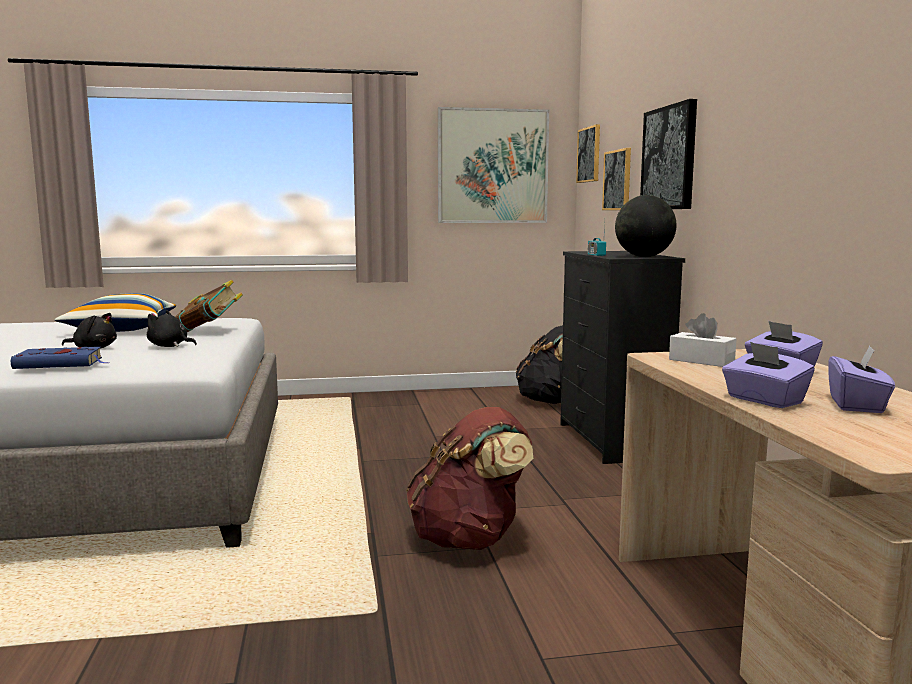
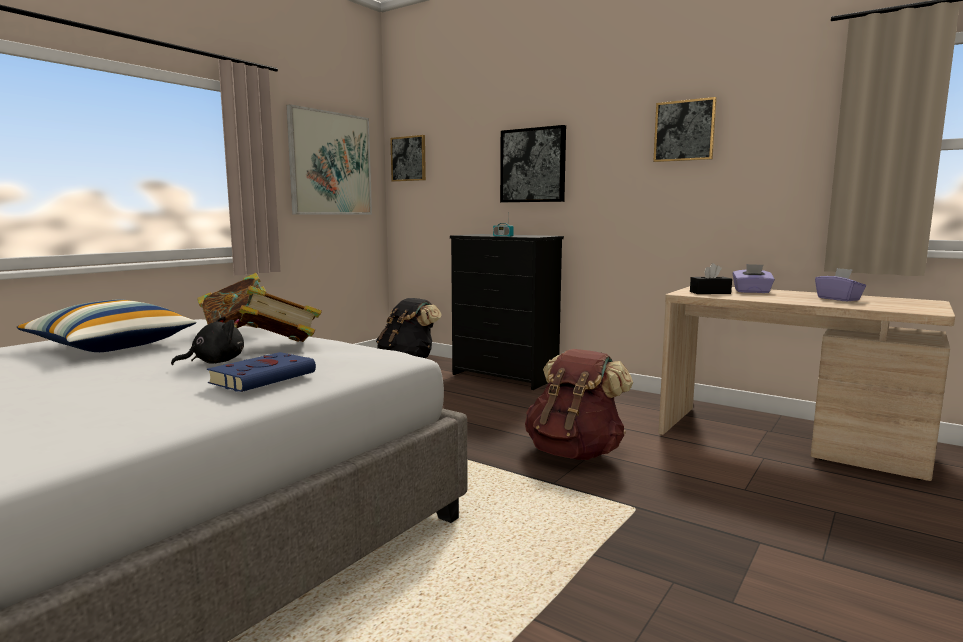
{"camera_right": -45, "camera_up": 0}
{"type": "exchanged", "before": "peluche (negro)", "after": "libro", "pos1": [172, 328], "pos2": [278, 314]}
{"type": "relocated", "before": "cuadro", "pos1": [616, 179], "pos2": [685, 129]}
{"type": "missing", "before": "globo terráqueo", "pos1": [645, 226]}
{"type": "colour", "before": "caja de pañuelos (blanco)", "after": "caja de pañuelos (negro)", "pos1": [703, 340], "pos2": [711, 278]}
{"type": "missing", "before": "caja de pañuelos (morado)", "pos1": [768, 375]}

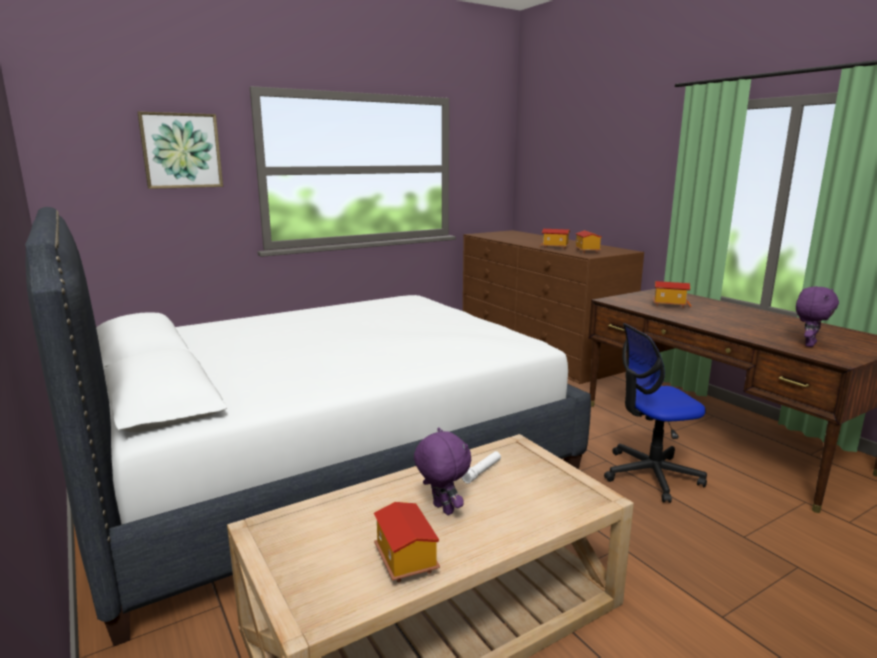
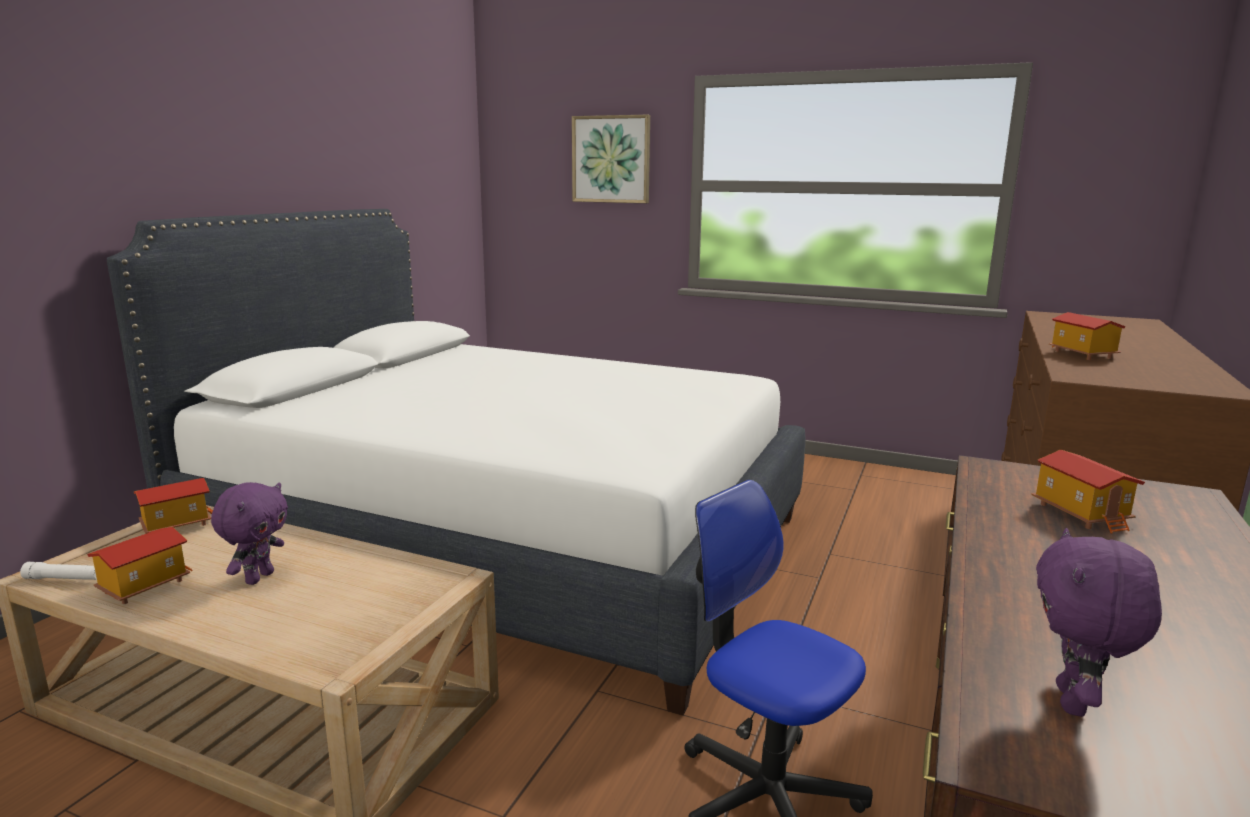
{"camera_right": 55, "camera_up": 0}
{"type": "relocated", "before": "linterna (blanco)", "pos1": [481, 467], "pos2": [58, 571]}
{"type": "relocated", "before": "casita", "pos1": [588, 241], "pos2": [173, 506]}
{"type": "spun", "before": "peluche (morado)", "pos1": [817, 316], "pos2": [1099, 622], "turn": 105}

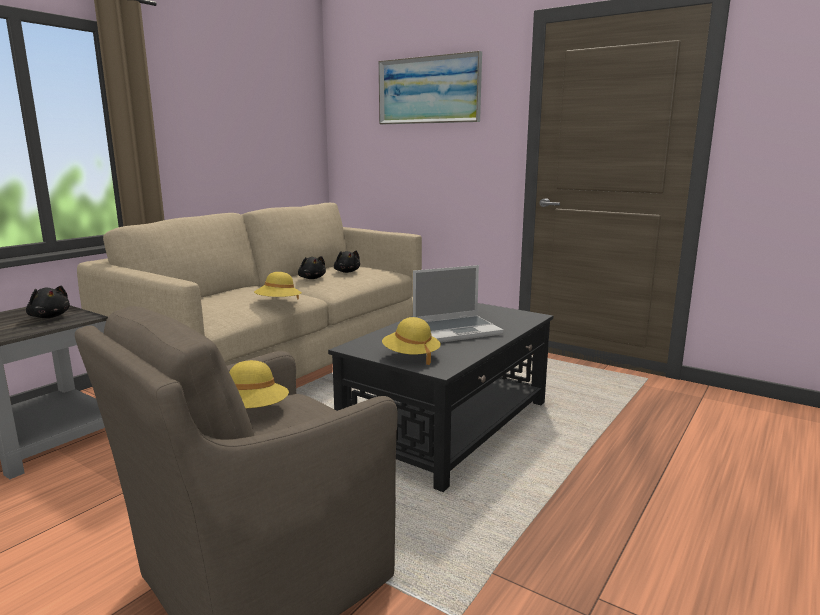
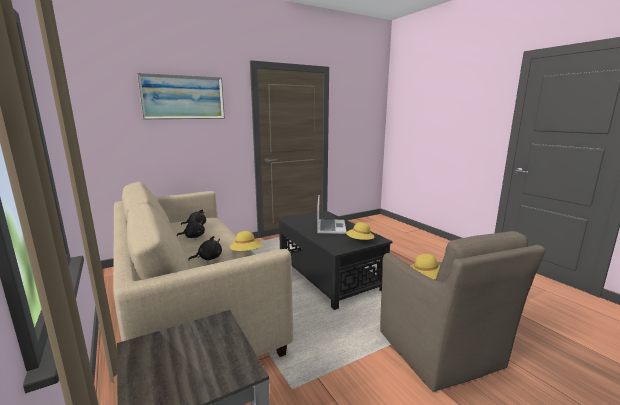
{"camera_right": -65, "camera_up": 0}
{"type": "relocated", "before": "peluche (negro)", "pos1": [48, 302], "pos2": [205, 248]}

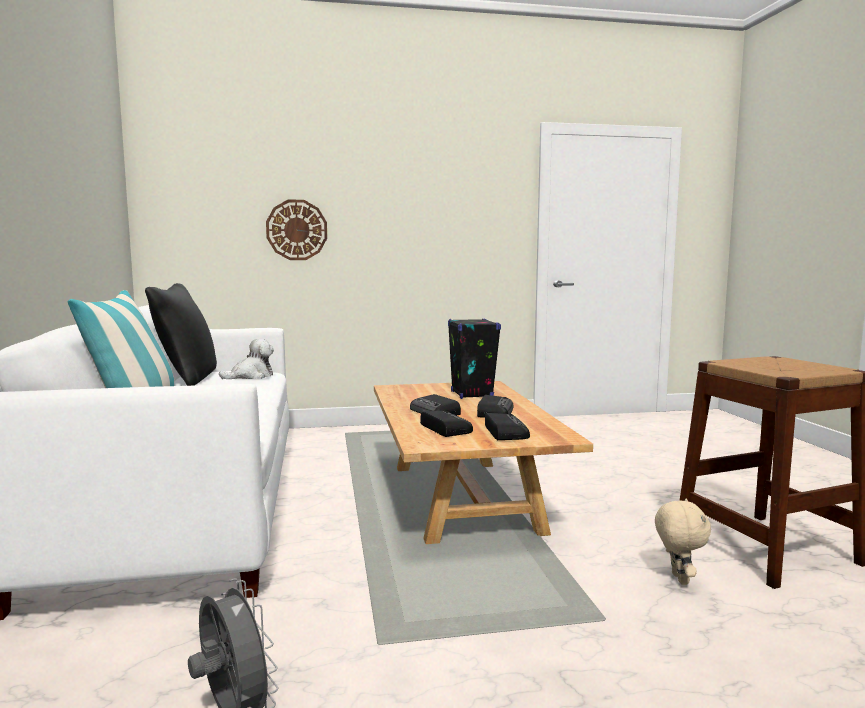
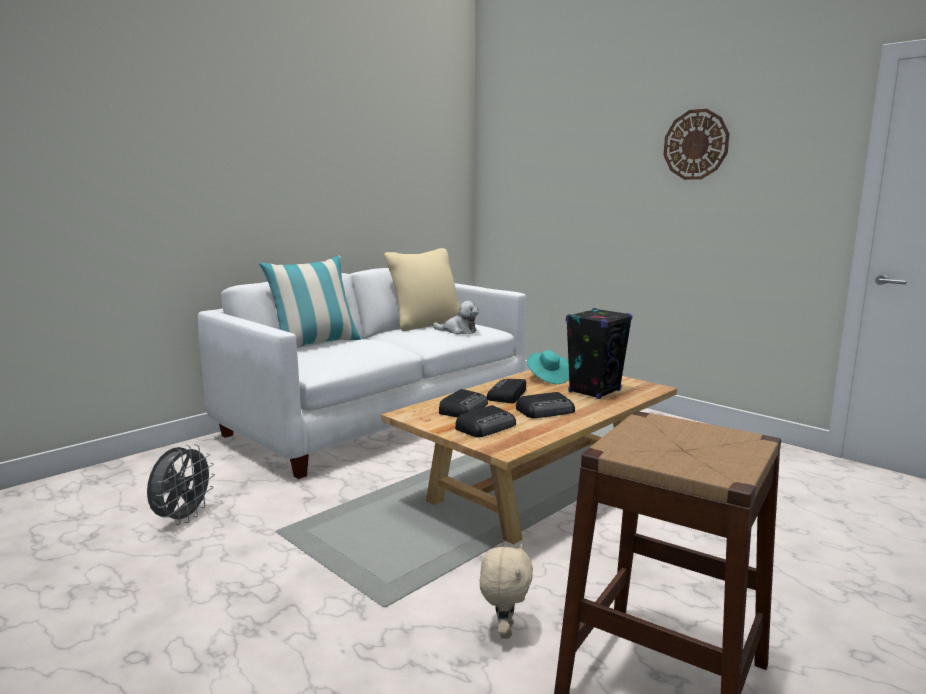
{"camera_right": 55, "camera_up": 5}
{"type": "colour", "before": "cojín (negro)", "after": "cojín (beis)", "pos1": [181, 334], "pos2": [422, 289]}
{"type": "relocated", "before": "reloj de pared", "pos1": [296, 230], "pos2": [696, 144]}
{"type": "spun", "before": "peluche (beis)", "pos1": [683, 542], "pos2": [506, 591], "turn": -45}
{"type": "appeared", "after": "sombrero (turquesa)", "pos2": [548, 367]}

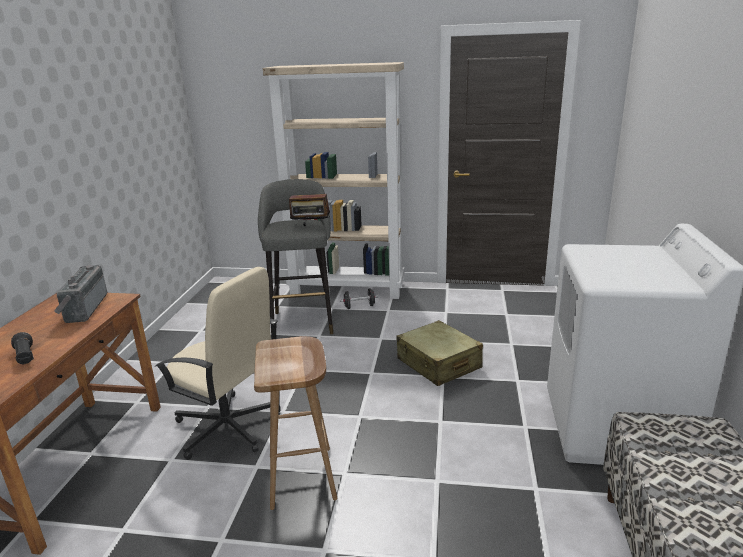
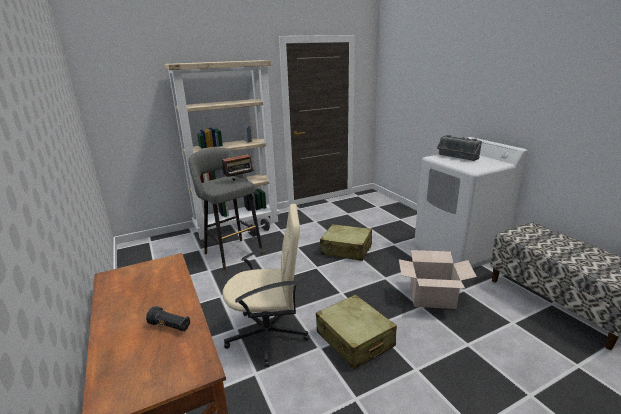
{"camera_right": -35, "camera_up": 0}
{"type": "relocated", "before": "radio", "pos1": [80, 294], "pos2": [459, 148]}
{"type": "exchanged", "before": "taburete (marrón)", "after": "maleta (beis)", "pos1": [295, 423], "pos2": [356, 331]}
{"type": "appeared", "after": "caja de cartón", "pos2": [438, 279]}

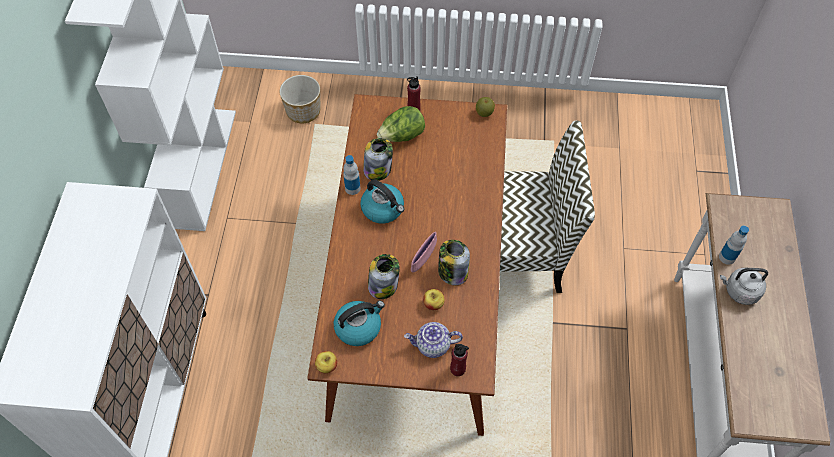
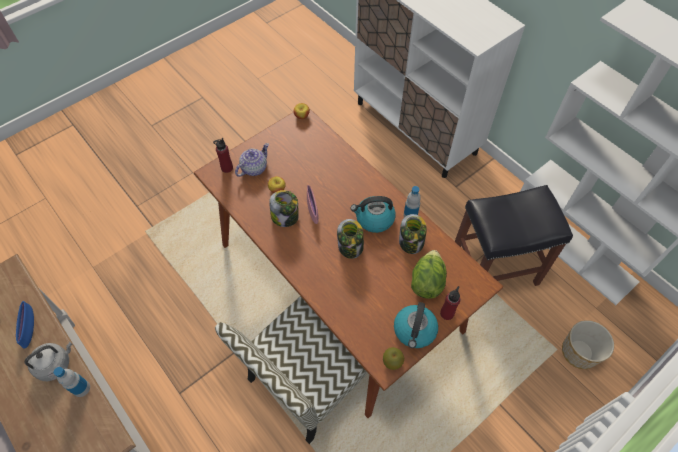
{"camera_right": 135, "camera_up": 0}
{"type": "relocated", "before": "hervidor", "pos1": [359, 323], "pos2": [416, 325]}
{"type": "relocated", "before": "tarro", "pos1": [384, 276], "pos2": [350, 239]}
{"type": "appeared", "after": "cuenco (azul)", "pos2": [25, 325]}
{"type": "appeared", "after": "taburete (negro)", "pos2": [514, 235]}

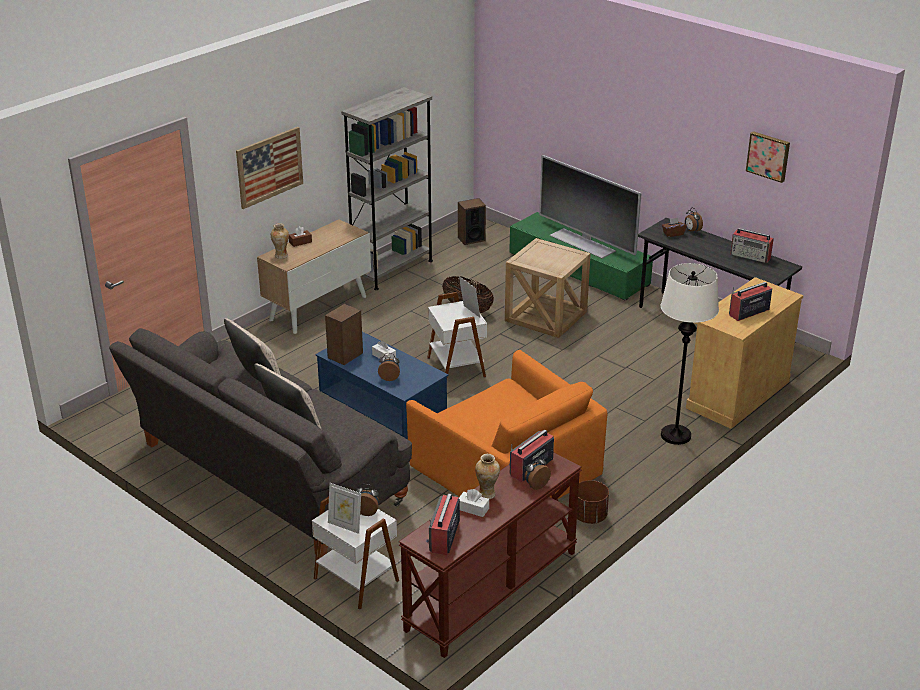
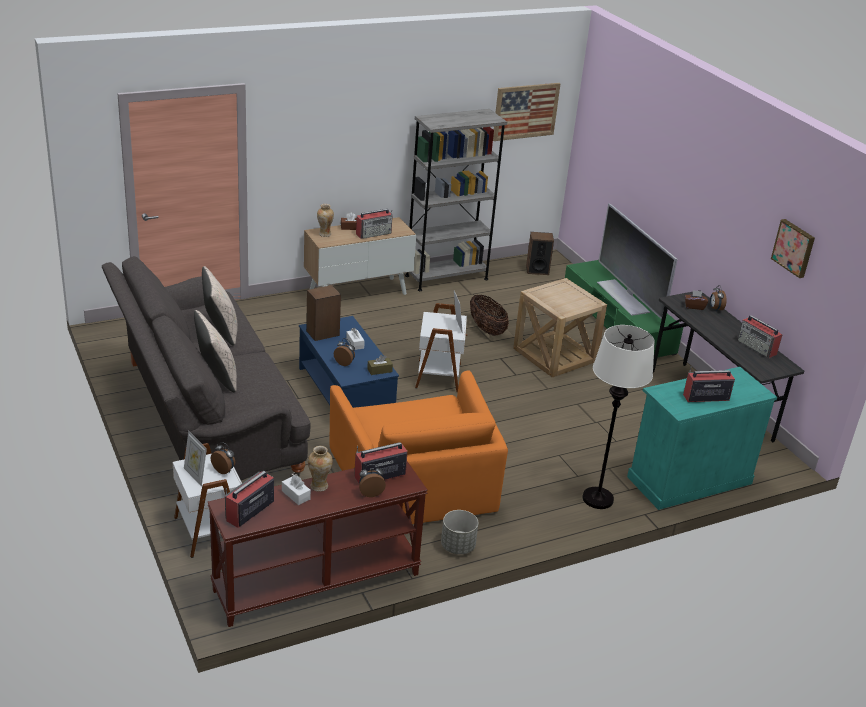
{"camera_right": 20, "camera_up": 0}
{"type": "relocated", "before": "cuadro", "pos1": [269, 168], "pos2": [527, 112]}
{"type": "colour", "before": "maceta (marrón)", "after": "maceta (gris)", "pos1": [593, 502], "pos2": [459, 532]}
{"type": "colour", "before": "armario (beis)", "after": "armario (turquesa)", "pos1": [744, 353], "pos2": [702, 438]}
{"type": "appeared", "after": "radio", "pos2": [374, 224]}
{"type": "appeared", "after": "caja de pañuelos (marrón)", "pos2": [380, 365]}

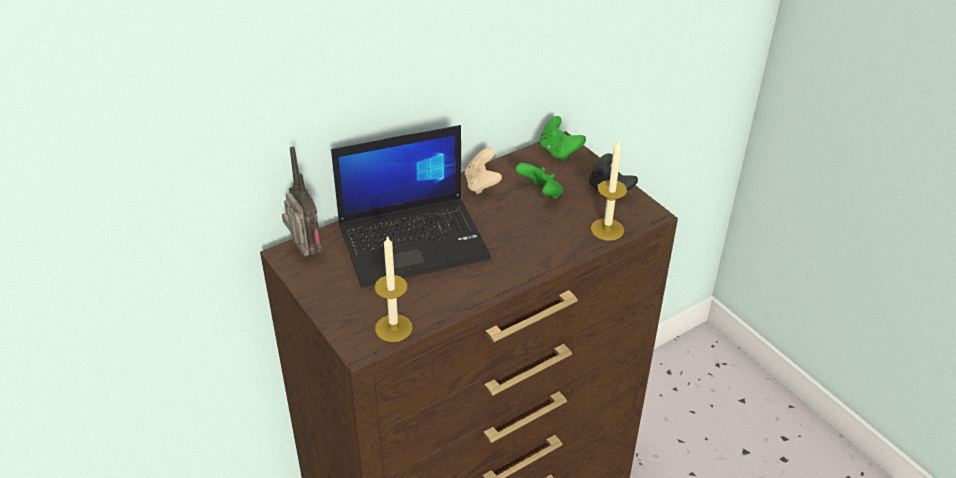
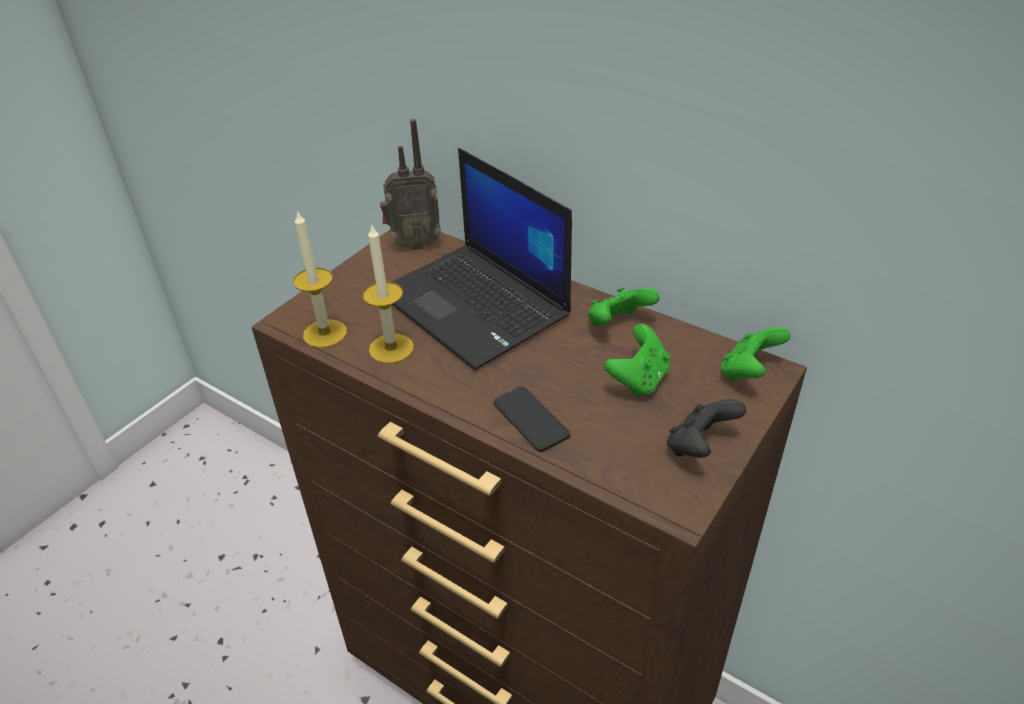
{"camera_right": 70, "camera_up": 0}
{"type": "spun", "before": "radio", "pos1": [302, 201], "pos2": [410, 184], "turn": 45}
{"type": "colour", "before": "mando de consola (beis)", "after": "mando de consola (verde)", "pos1": [483, 171], "pos2": [624, 306]}
{"type": "relocated", "before": "vela", "pos1": [609, 190], "pos2": [388, 293]}
{"type": "appeared", "after": "móvil", "pos2": [531, 419]}

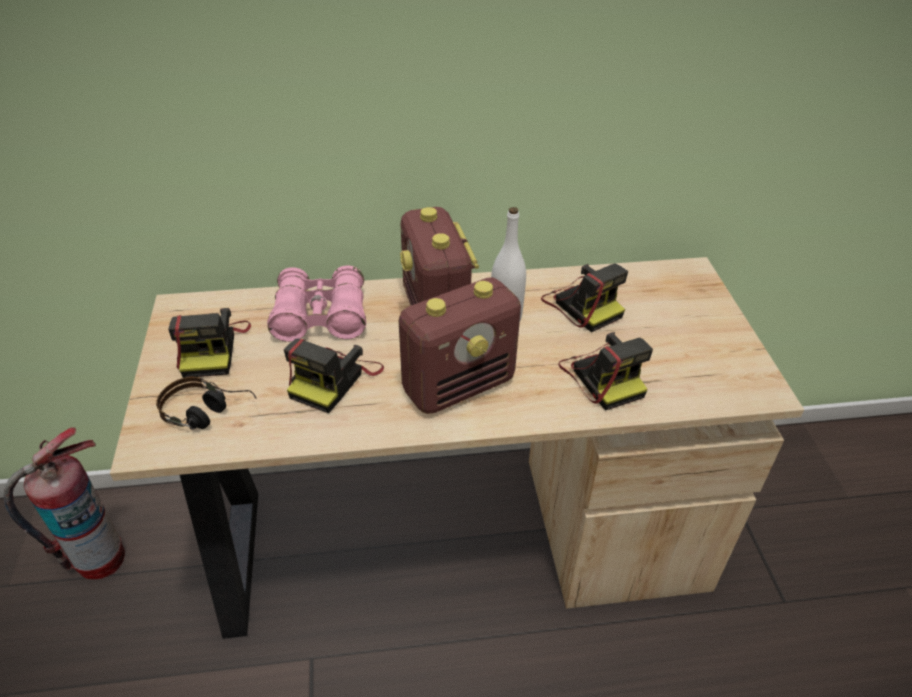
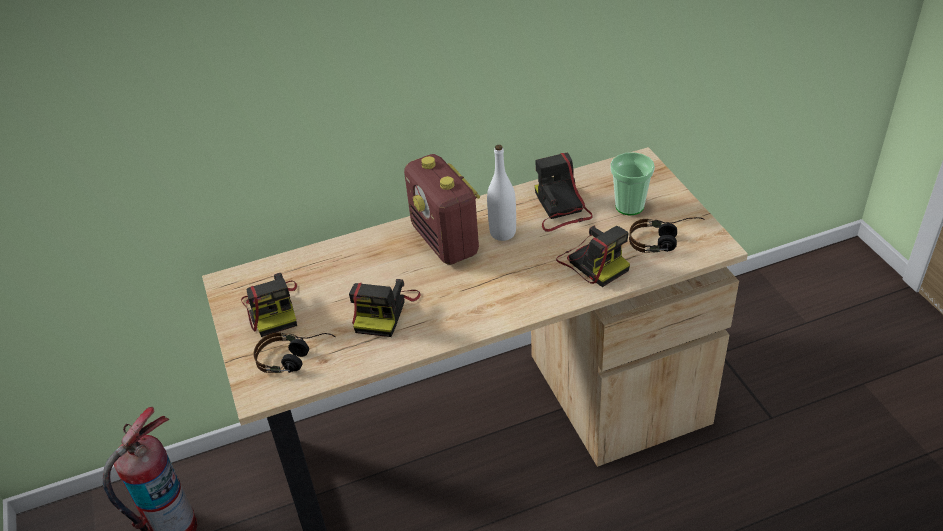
{"camera_right": -10, "camera_up": 0}
{"type": "missing", "before": "prismáticos (rosa)", "pos1": [316, 303]}
{"type": "missing", "before": "radio", "pos1": [459, 345]}
{"type": "spun", "before": "cámara", "pos1": [584, 297], "pos2": [563, 192], "turn": -150}
{"type": "appeared", "after": "taza", "pos2": [632, 183]}
{"type": "appeared", "after": "auriculares", "pos2": [667, 235]}

